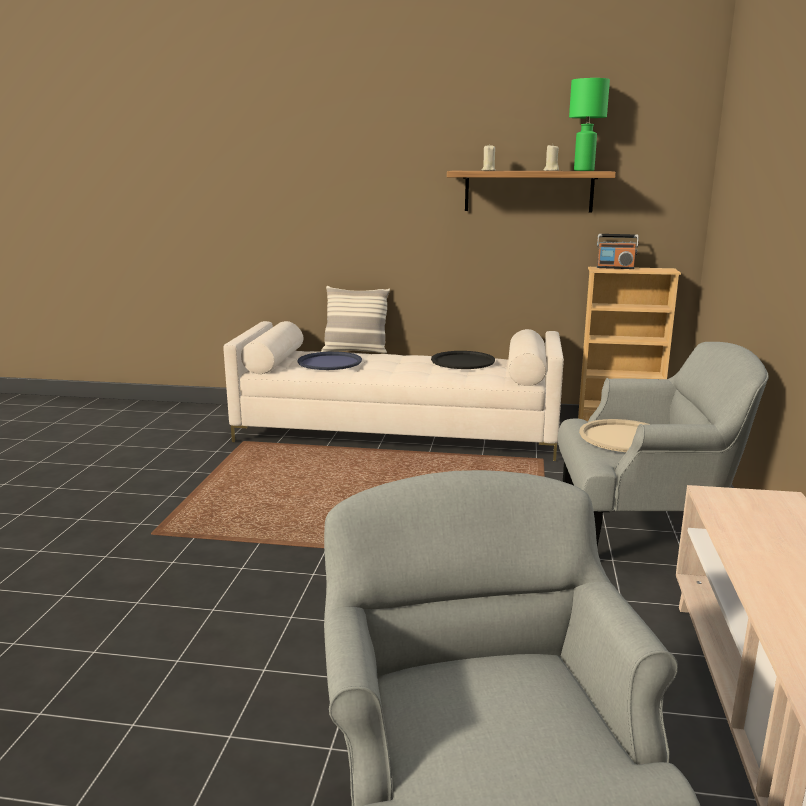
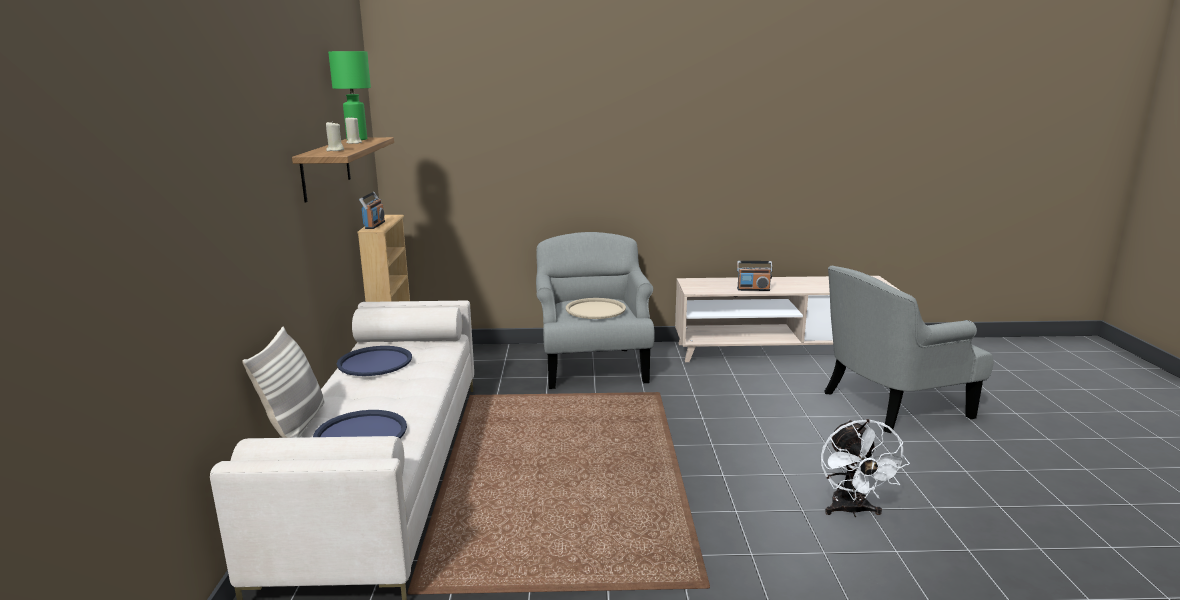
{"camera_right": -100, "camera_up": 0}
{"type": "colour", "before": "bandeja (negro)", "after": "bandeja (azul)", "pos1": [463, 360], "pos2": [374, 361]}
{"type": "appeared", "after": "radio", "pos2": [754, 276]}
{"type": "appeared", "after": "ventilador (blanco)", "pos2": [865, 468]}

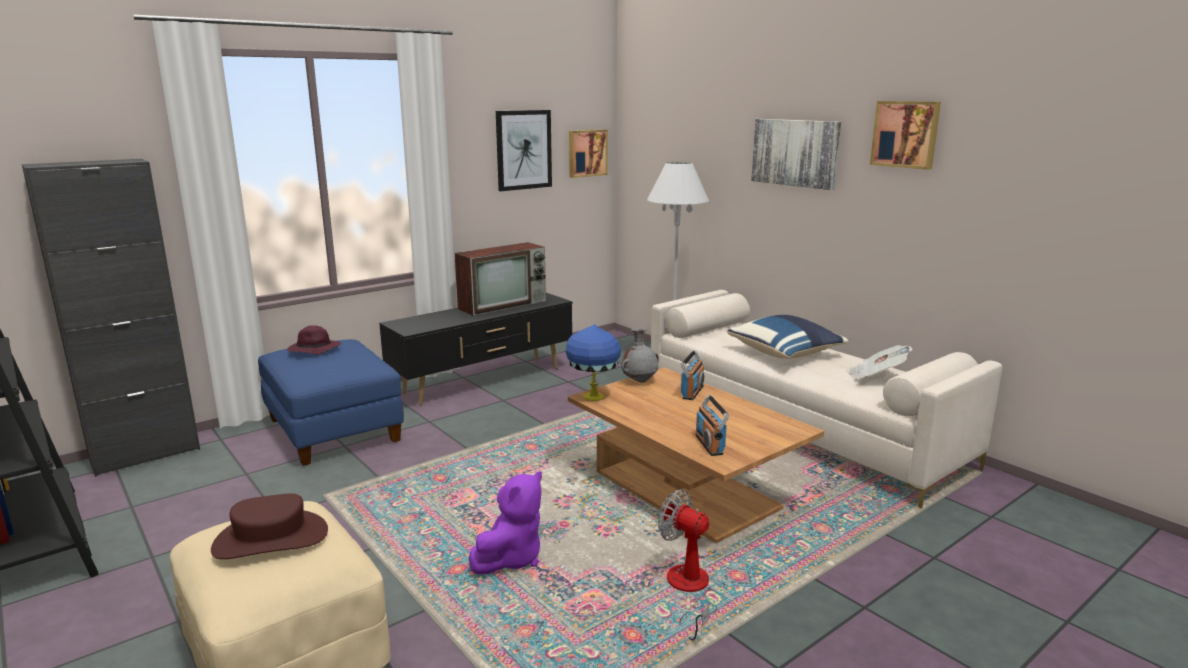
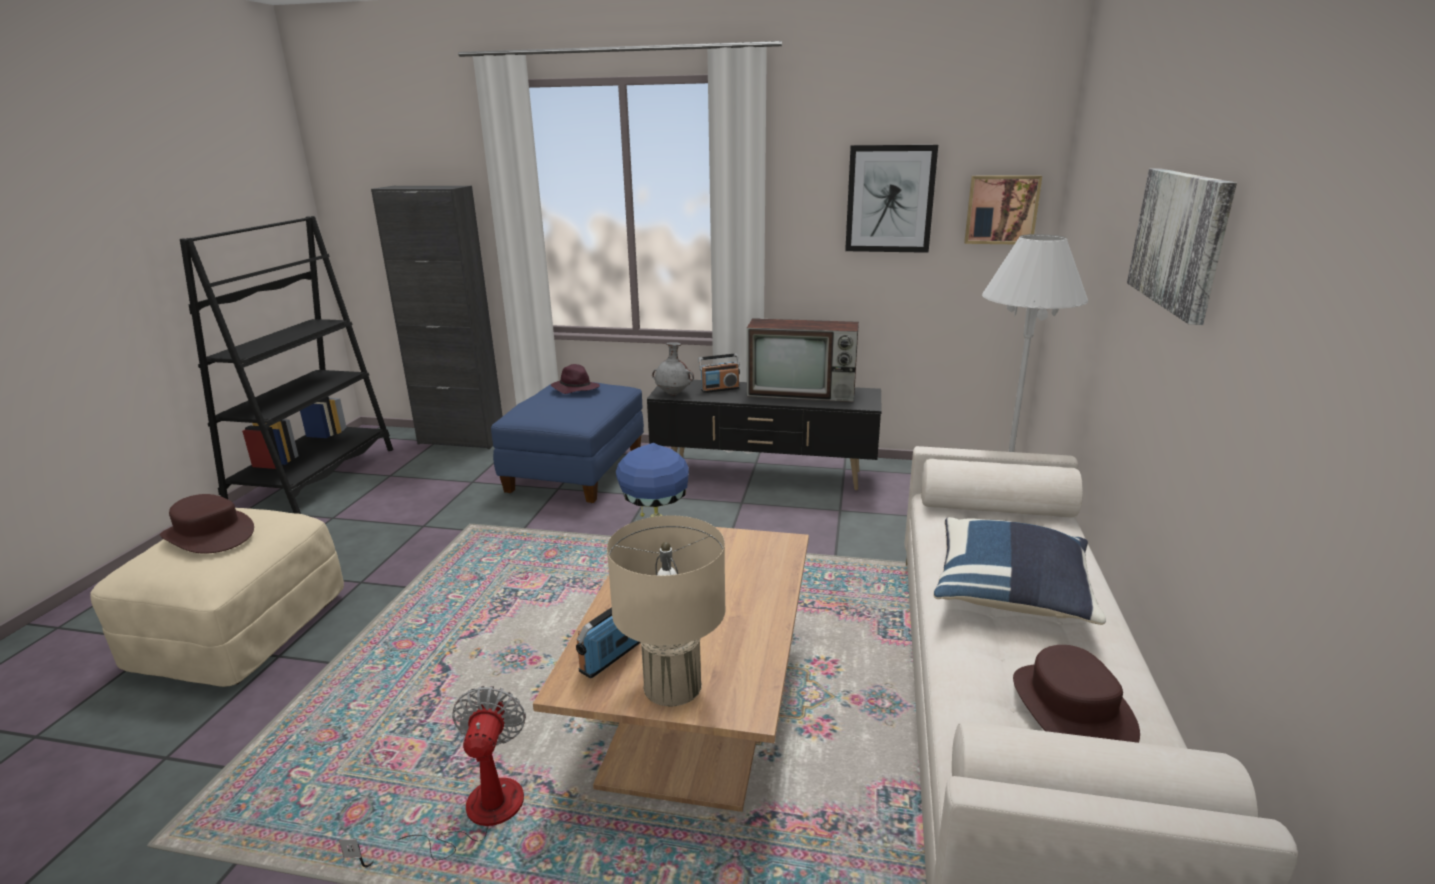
{"camera_right": 50, "camera_up": 5}
{"type": "missing", "before": "peluche (morado)", "pos1": [505, 522]}
{"type": "relocated", "before": "florero (gris)", "pos1": [640, 355], "pos2": [673, 369]}
{"type": "relocated", "before": "radio", "pos1": [692, 375], "pos2": [719, 373]}
{"type": "exchanged", "before": "periódico", "after": "sombrero (marrón)", "pos1": [879, 362], "pos2": [1076, 694]}
{"type": "missing", "before": "cuadro", "pos1": [905, 135]}
{"type": "appeared", "after": "lámpara de mesa (beis)", "pos2": [666, 610]}

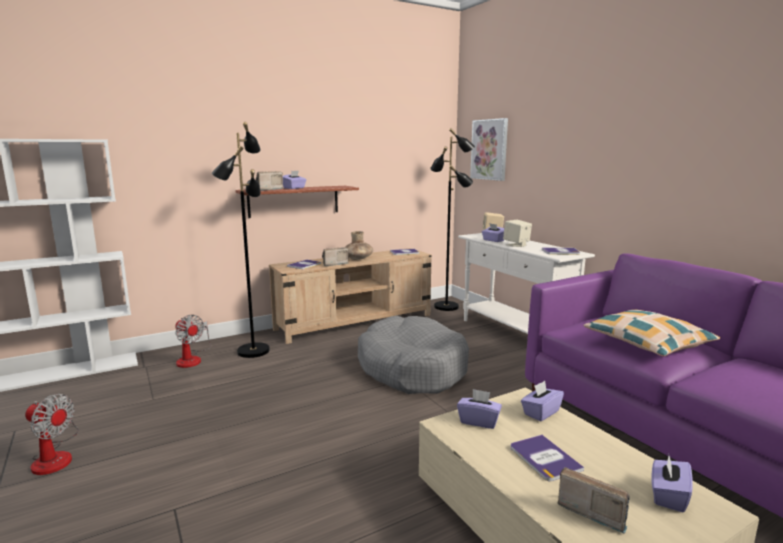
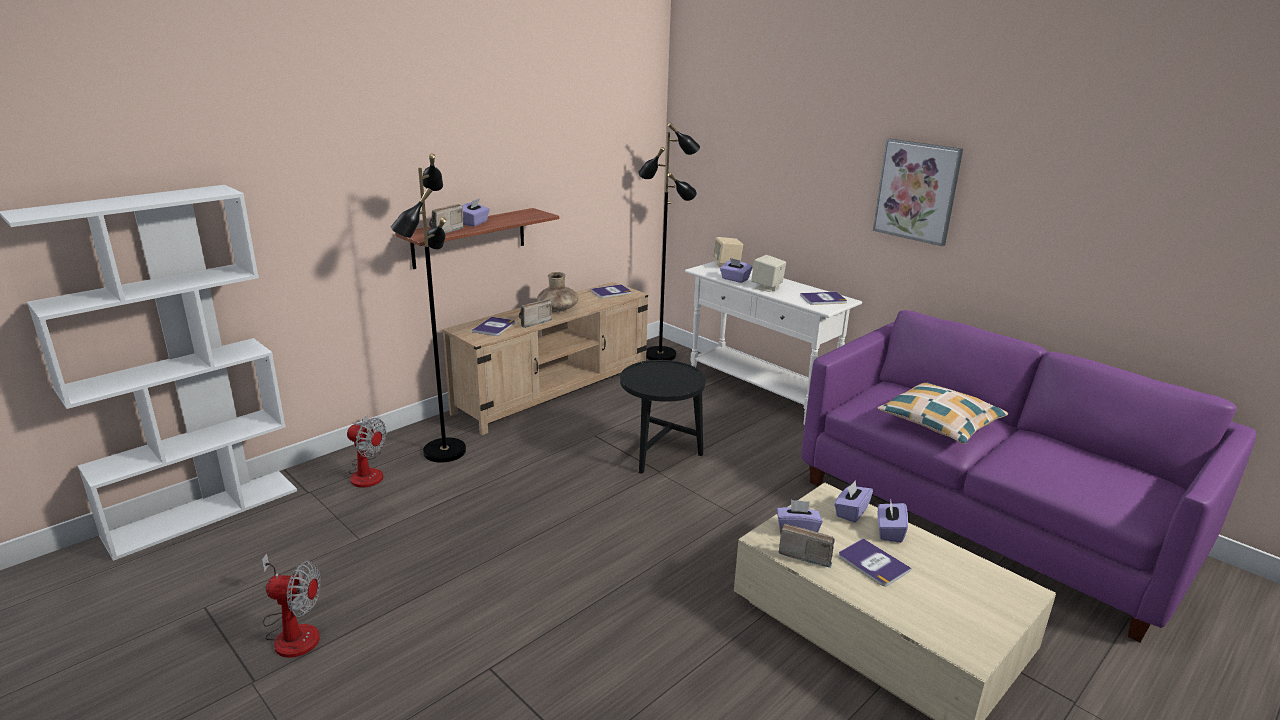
{"camera_right": -15, "camera_up": 10}
{"type": "exchanged", "before": "cama para perro (gris)", "after": "mesa auxiliar (negro)", "pos1": [413, 355], "pos2": [663, 417]}
{"type": "relocated", "before": "cuadro", "pos1": [489, 149], "pos2": [918, 192]}
{"type": "relocated", "before": "radio", "pos1": [594, 500], "pos2": [807, 546]}
{"type": "relocated", "before": "caja de pañuelos (morado)", "pos1": [672, 484], "pos2": [893, 521]}

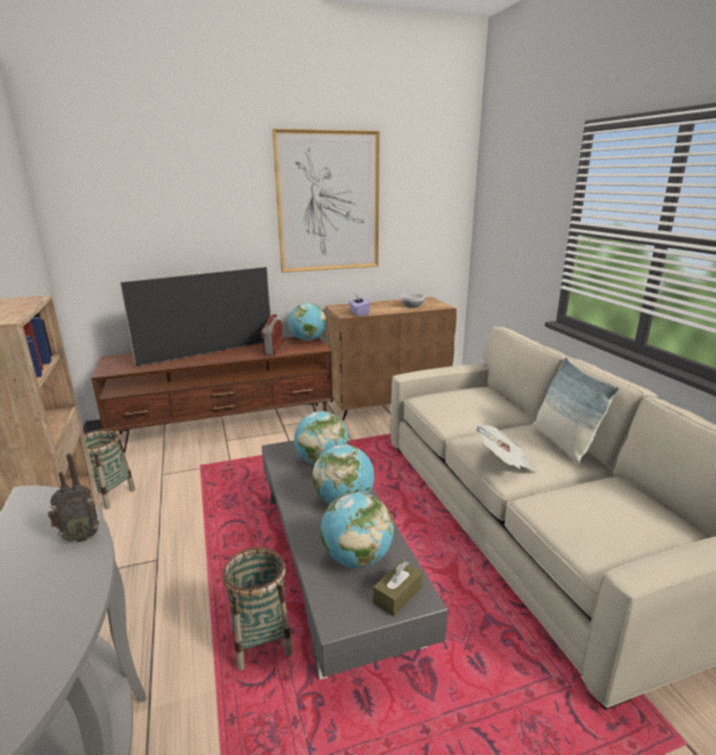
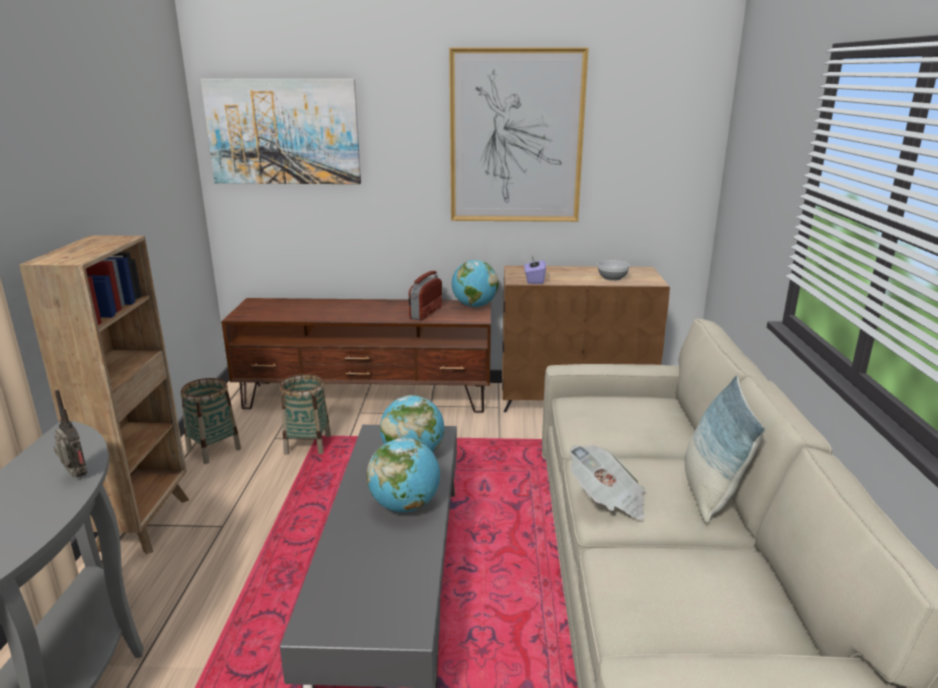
{"camera_right": 20, "camera_up": 0}
{"type": "spun", "before": "radio", "pos1": [73, 498], "pos2": [70, 433], "turn": -135}
{"type": "missing", "before": "televisor", "pos1": [195, 317]}
{"type": "relocated", "before": "cesta", "pos1": [258, 609], "pos2": [305, 414]}
{"type": "missing", "before": "globo terráqueo", "pos1": [357, 530]}
{"type": "missing", "before": "caja de pañuelos (marrón)", "pos1": [397, 589]}
{"type": "appeared", "after": "cuadro", "pos2": [280, 131]}

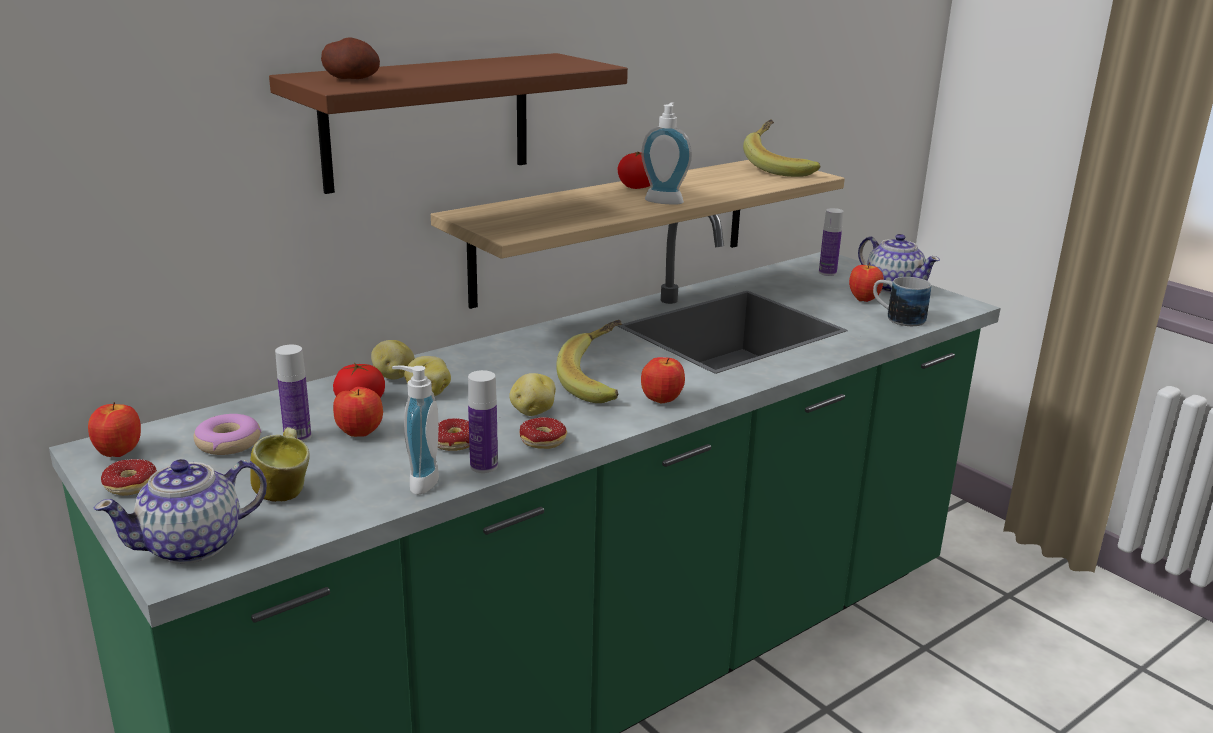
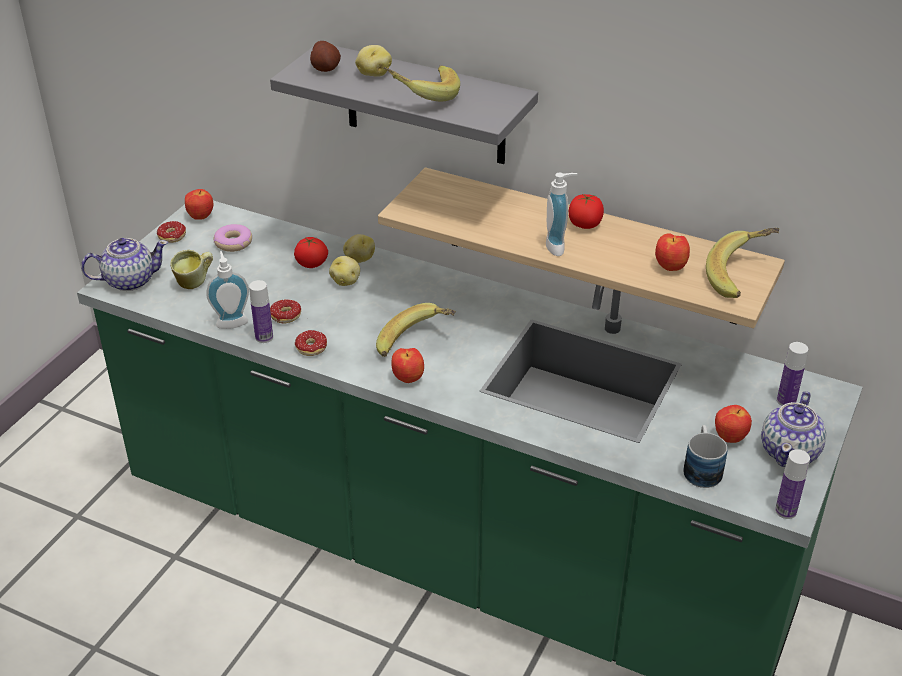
{"camera_right": 65, "camera_up": 15}
{"type": "spun", "before": "tetera", "pos1": [180, 511], "pos2": [124, 264], "turn": 135}
{"type": "colour", "before": "estante (marrón)", "after": "estante (gris)", "pos1": [448, 123], "pos2": [404, 105]}
{"type": "relocated", "before": "botella", "pos1": [293, 393], "pos2": [792, 484]}
{"type": "relocated", "before": "manzana", "pos1": [358, 412], "pos2": [672, 252]}
{"type": "relocated", "before": "patata", "pos1": [532, 394], "pos2": [373, 61]}
{"type": "appeared", "after": "plátano", "pos2": [422, 83]}

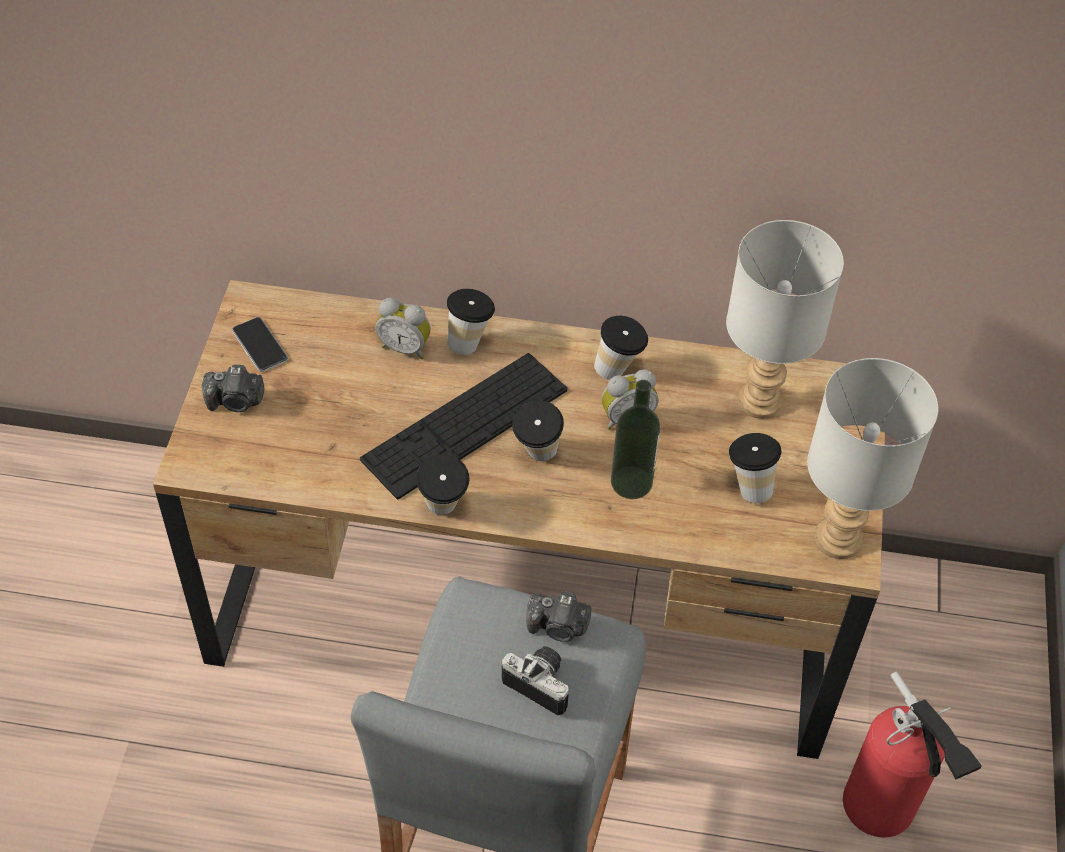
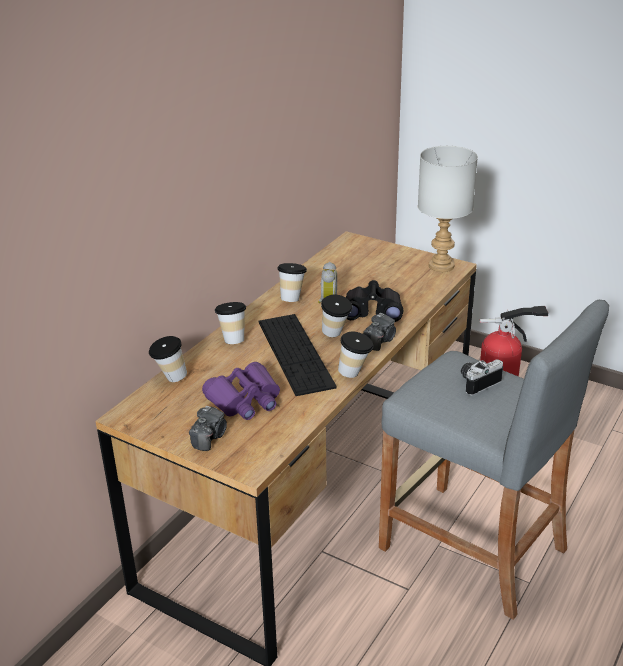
{"camera_right": -65, "camera_up": -20}
{"type": "missing", "before": "móvil", "pos1": [260, 344]}
{"type": "missing", "before": "despertador", "pos1": [403, 329]}
{"type": "relocated", "before": "cámara", "pos1": [558, 616], "pos2": [379, 332]}
{"type": "exchanged", "before": "botella", "after": "prismáticos (negro)", "pos1": [636, 439], "pos2": [375, 301]}
{"type": "missing", "before": "lámpara de mesa (gris)", "pos1": [785, 319]}
{"type": "relocated", "before": "taza", "pos1": [755, 468], "pos2": [168, 359]}
{"type": "appeared", "after": "prismáticos (morado)", "pos2": [241, 391]}

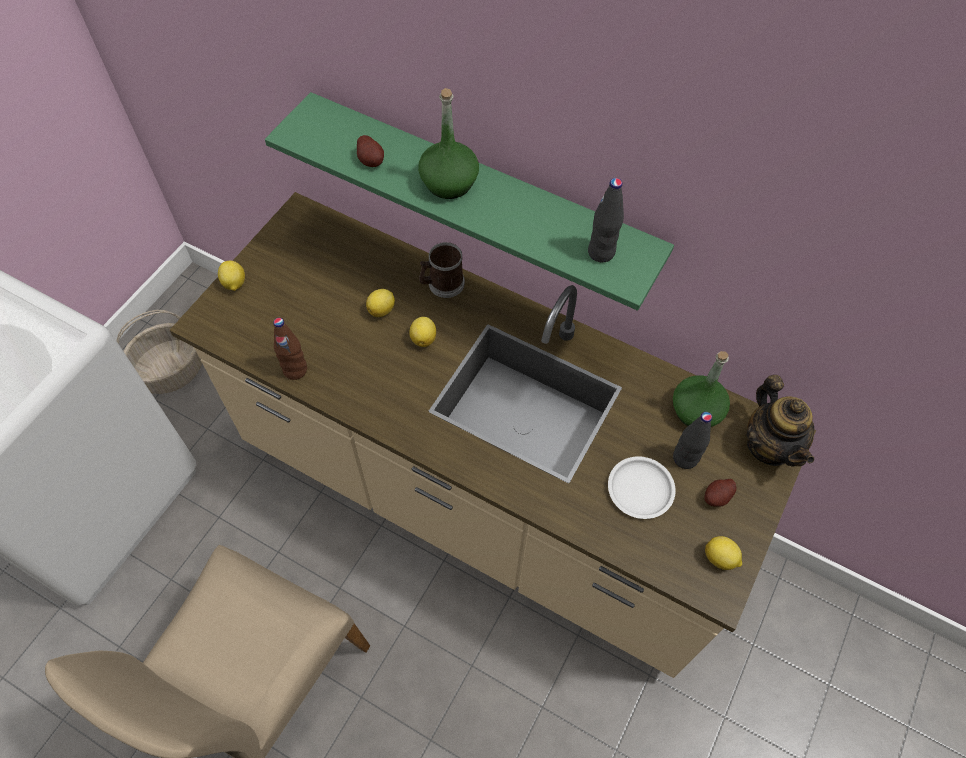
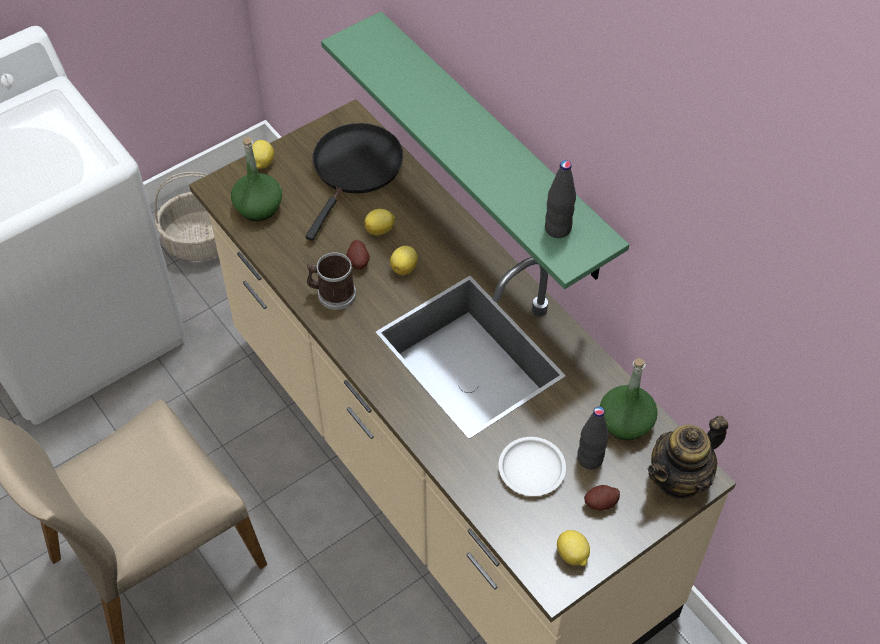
{"camera_right": 25, "camera_up": -5}
{"type": "missing", "before": "botella (marrón)", "pos1": [290, 349]}
{"type": "relocated", "before": "patata", "pos1": [370, 151], "pos2": [358, 255]}
{"type": "relocated", "before": "botella (verde)", "pos1": [448, 143], "pos2": [256, 179]}
{"type": "relocated", "before": "taza grande", "pos1": [442, 270], "pos2": [331, 281]}
{"type": "spun", "before": "tetera", "pos1": [780, 421], "pos2": [688, 458], "turn": 45}
{"type": "appeared", "after": "sartén (negro)", "pos2": [354, 182]}

